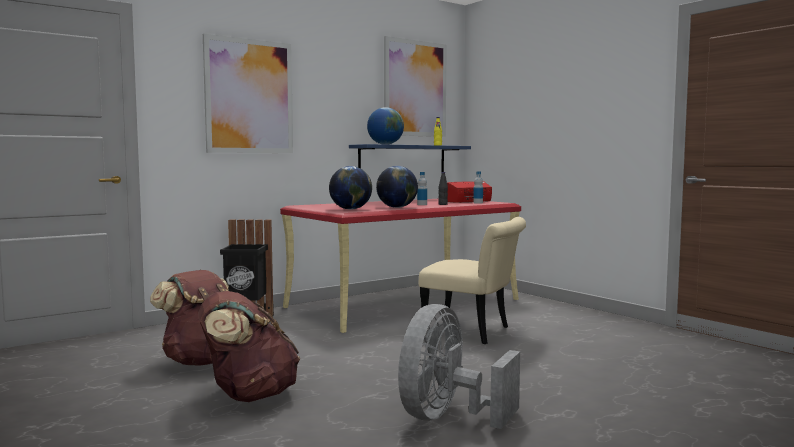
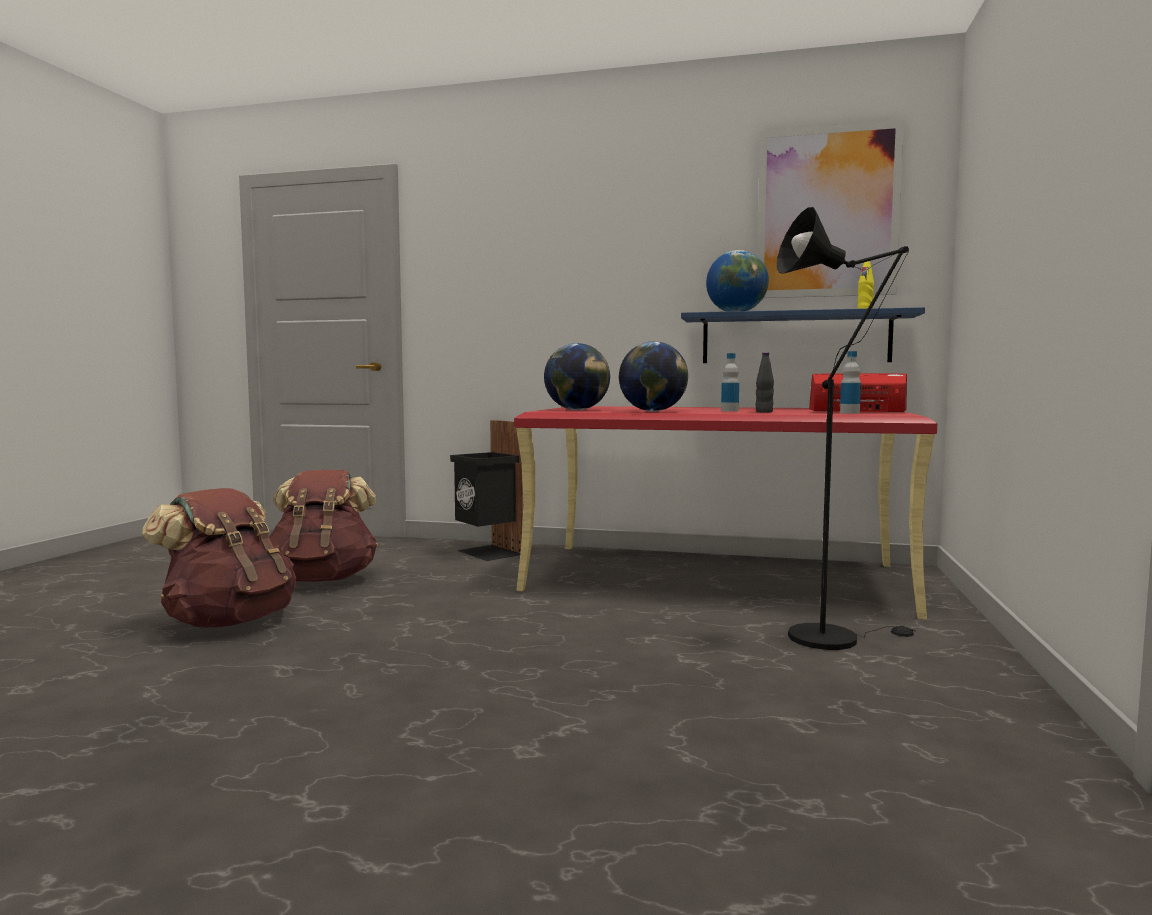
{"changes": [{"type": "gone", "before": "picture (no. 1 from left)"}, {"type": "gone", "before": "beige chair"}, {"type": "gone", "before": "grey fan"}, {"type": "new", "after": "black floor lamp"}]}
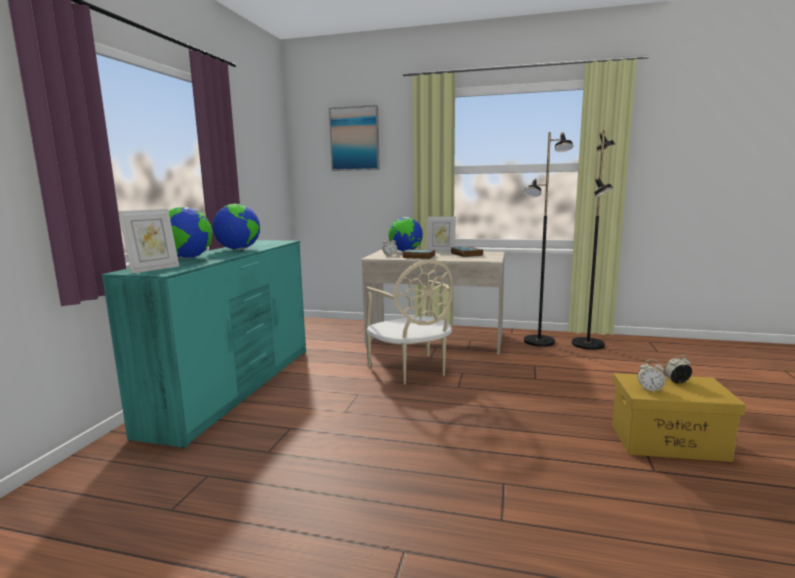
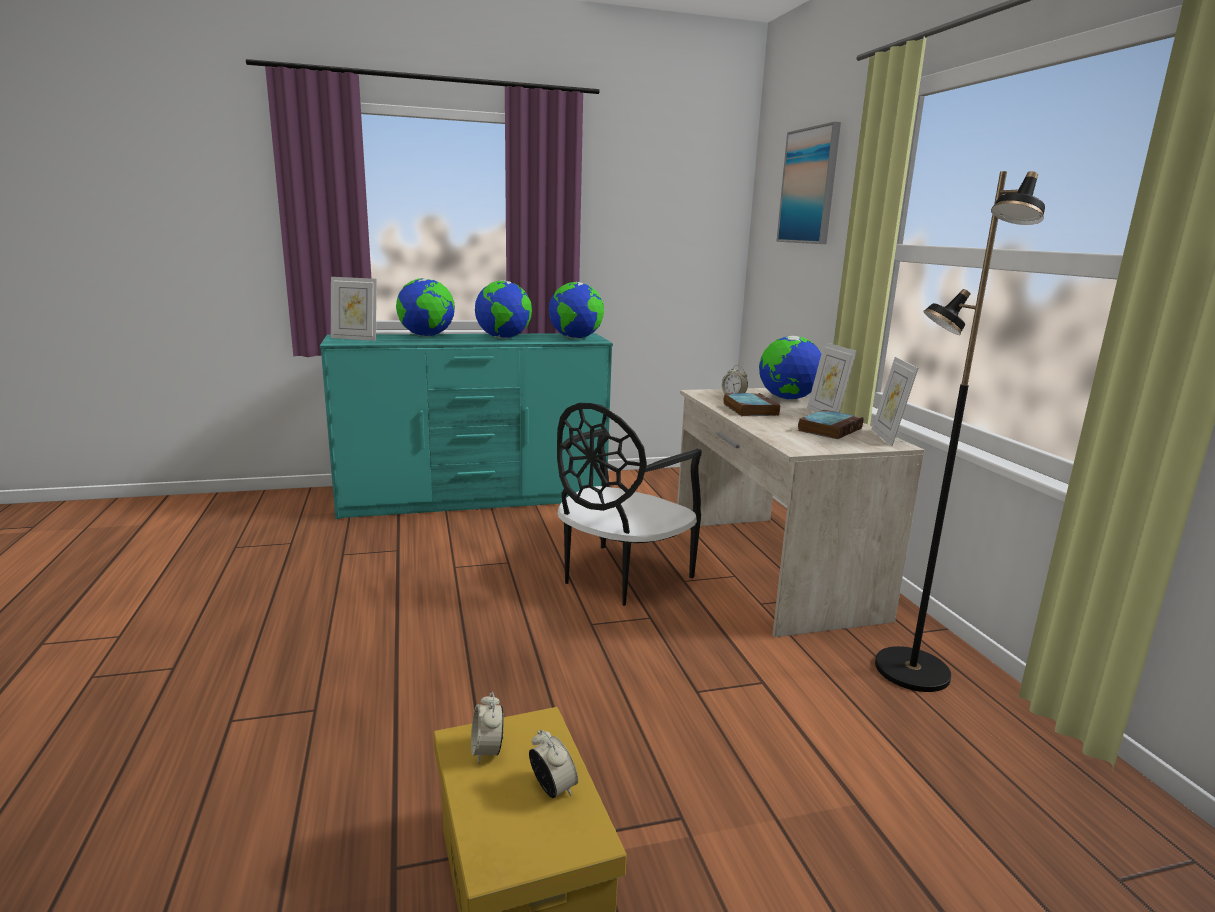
{"changes": [{"type": "gone", "before": "black floor lamp (no. 2 from left)"}, {"type": "repainted", "before": "beige chair", "after": "black chair"}, {"type": "new", "after": "globe (no. 3 from left)"}, {"type": "new", "after": "picture frame (no. 3 from left)"}]}
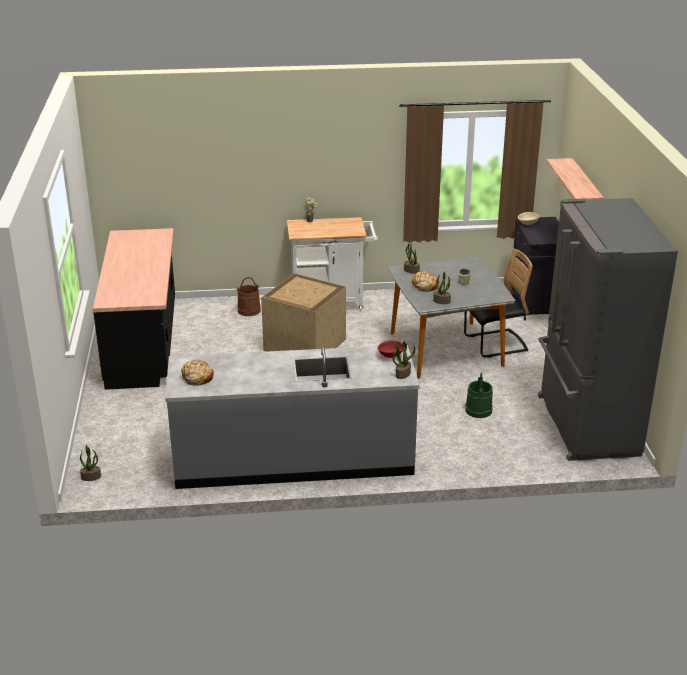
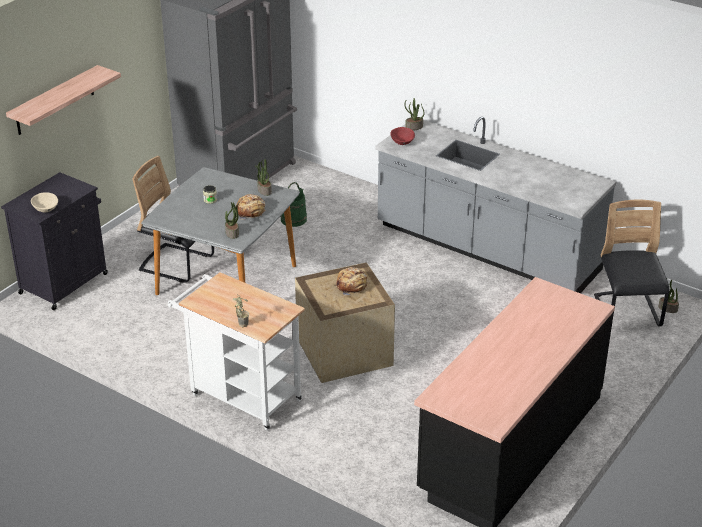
{"changes": [{"type": "gone", "before": "brown bucket"}, {"type": "shifted", "before": "bread (no. 1 from left in the first image)", "after": "bread (no. 2 from left)"}, {"type": "new", "after": "black chair (no. 2 from left)"}]}
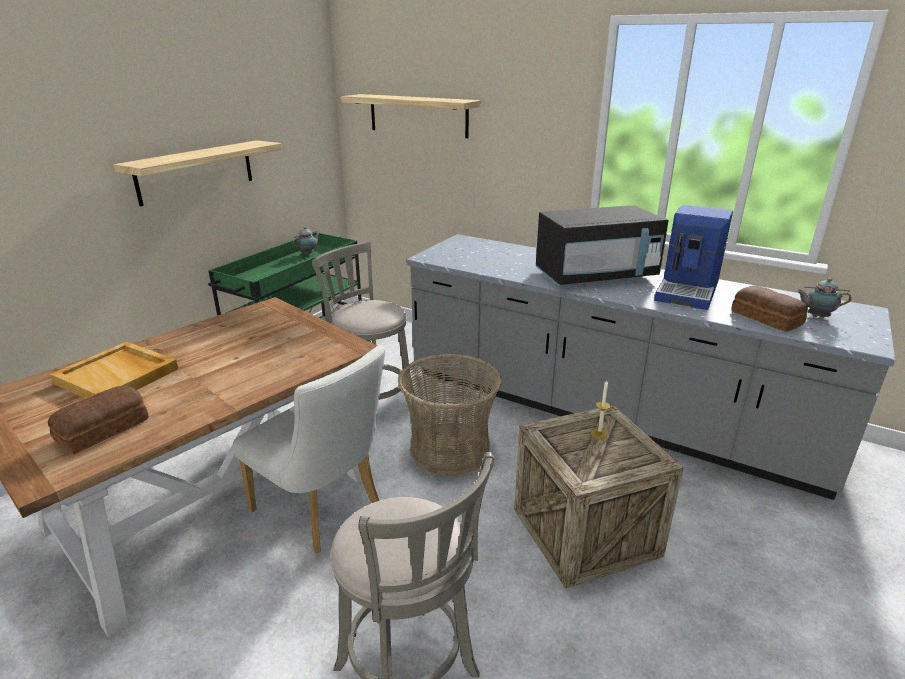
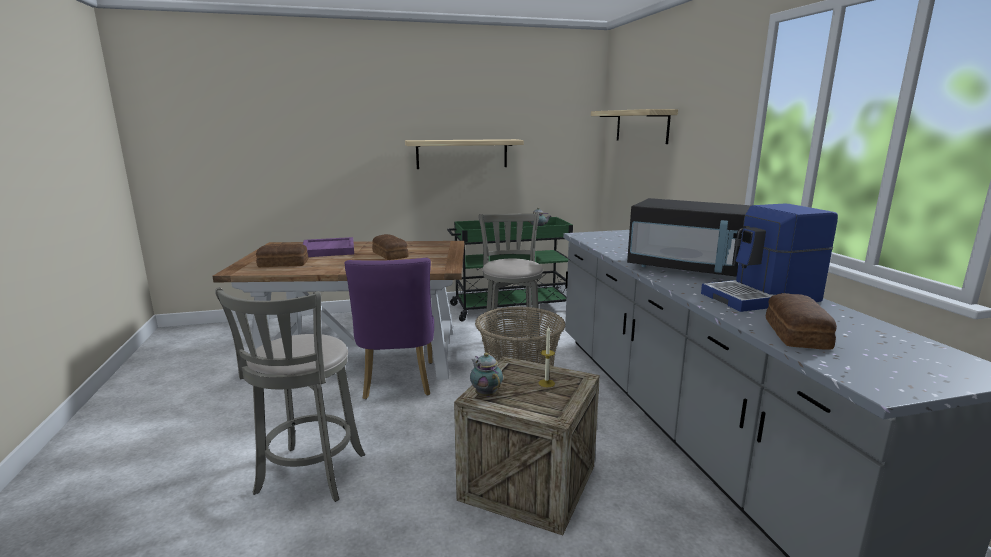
{"changes": [{"type": "shifted", "before": "teapot (no. 2 from left in the first image)", "after": "teapot (no. 1 from left)"}, {"type": "repainted", "before": "beige tray", "after": "purple tray"}, {"type": "repainted", "before": "white chair", "after": "purple chair"}, {"type": "new", "after": "bread (no. 2 from left)"}]}
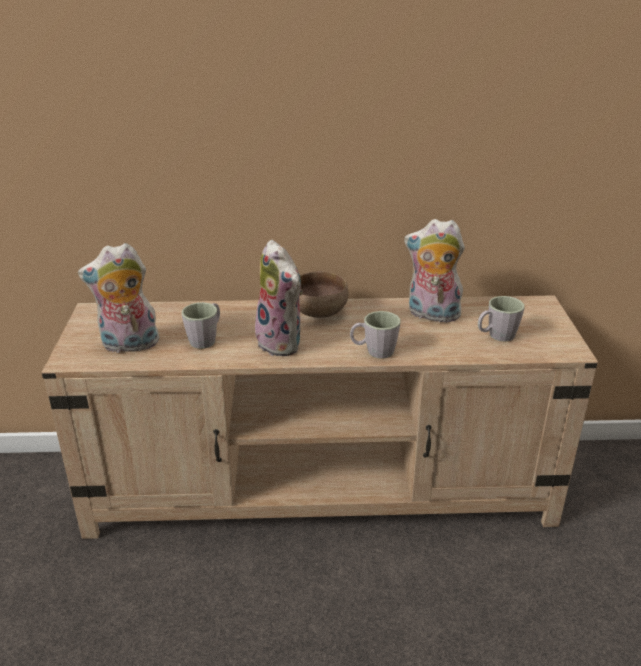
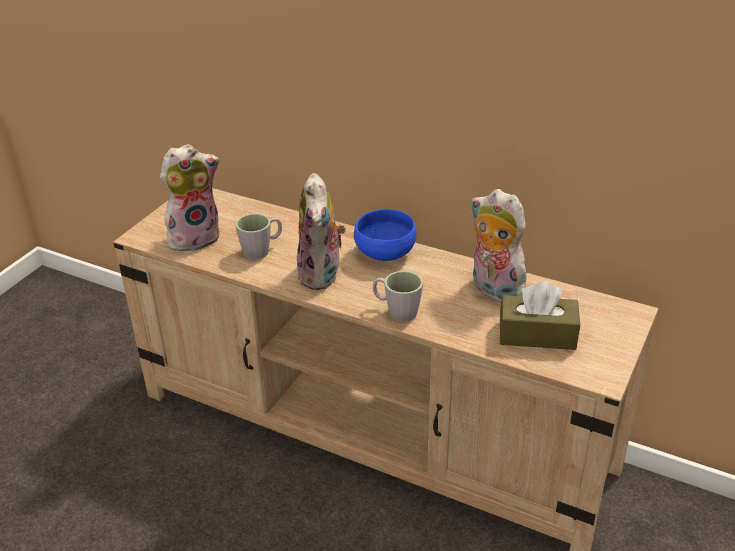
{"changes": [{"type": "rotated", "before": "plush toy (no. 1 from left)", "turn": 135}, {"type": "repainted", "before": "brown bowl", "after": "blue bowl"}, {"type": "swapped", "before": "grey mug (no. 3 from left)", "after": "brown tissue box"}]}
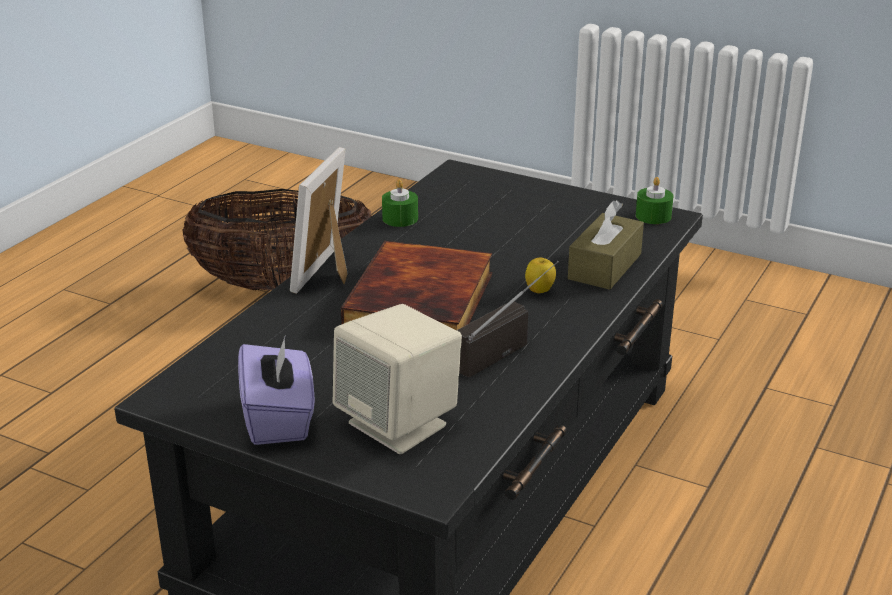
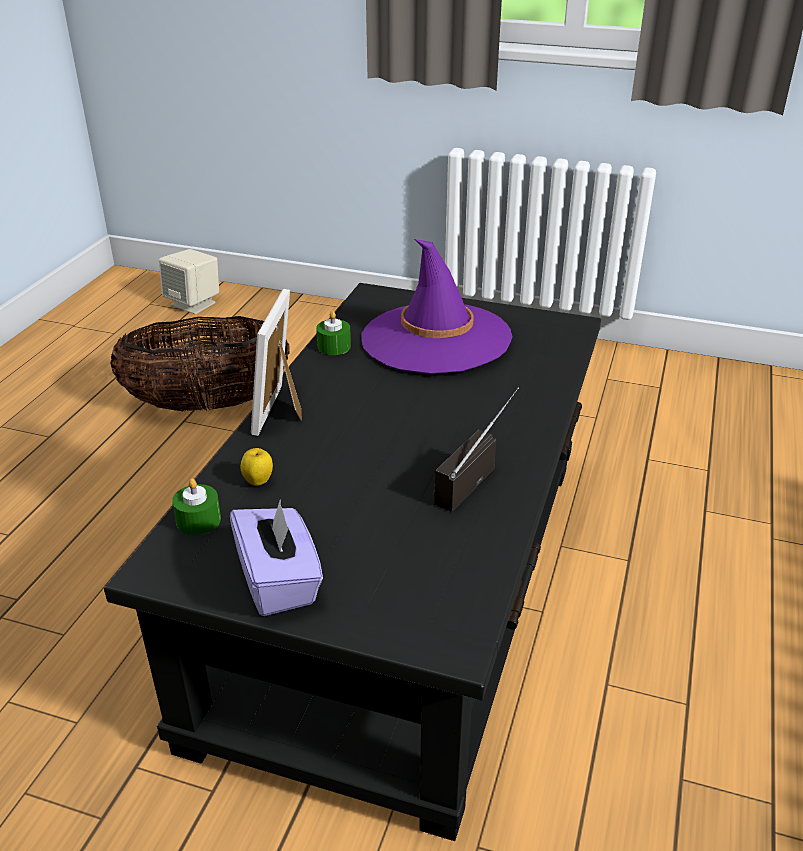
{"changes": [{"type": "shifted", "before": "green candle (no. 2 from left in the first image)", "after": "green candle (no. 1 from left)"}, {"type": "gone", "before": "brown tissue box"}, {"type": "gone", "before": "book"}, {"type": "shifted", "before": "apple"}, {"type": "shifted", "before": "beige speaker"}, {"type": "new", "after": "purple hat"}]}
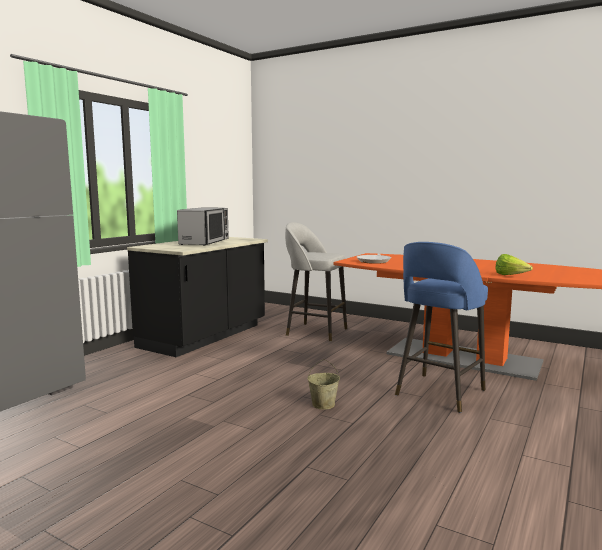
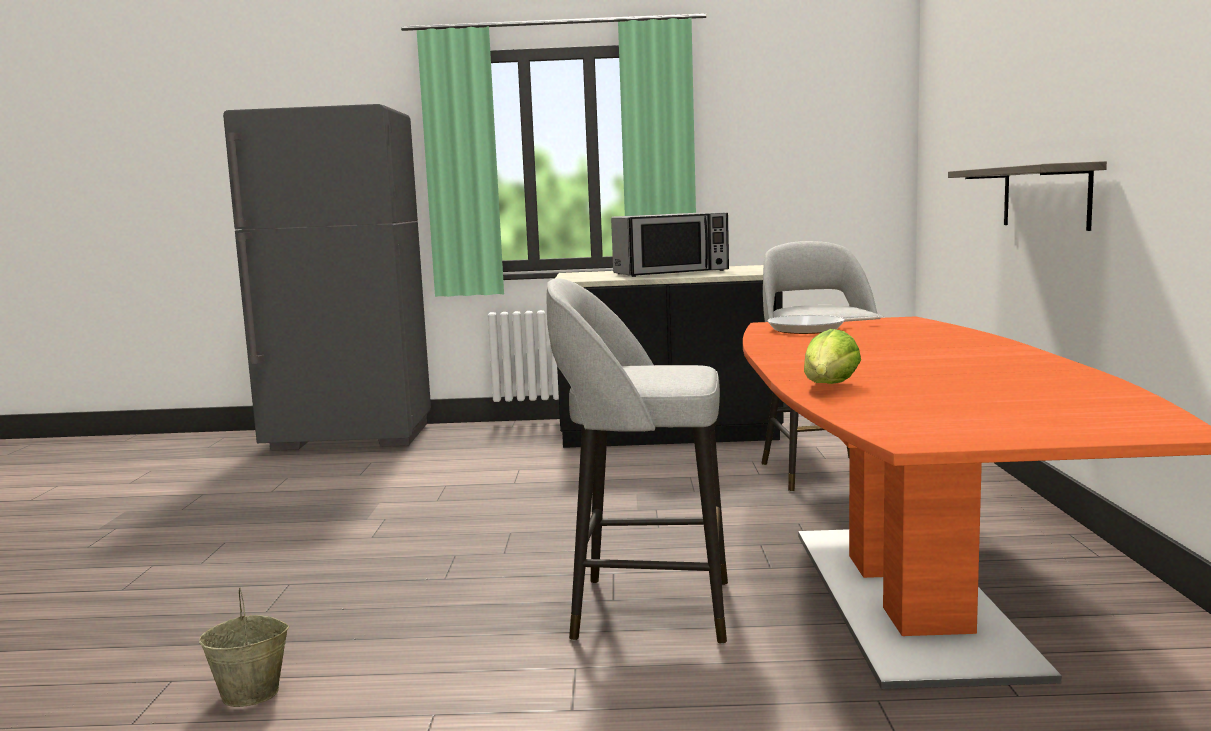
{"changes": [{"type": "repainted", "before": "blue stool", "after": "grey stool (no. 1 from left)"}, {"type": "shifted", "before": "beige bucket"}, {"type": "new", "after": "shelf"}]}
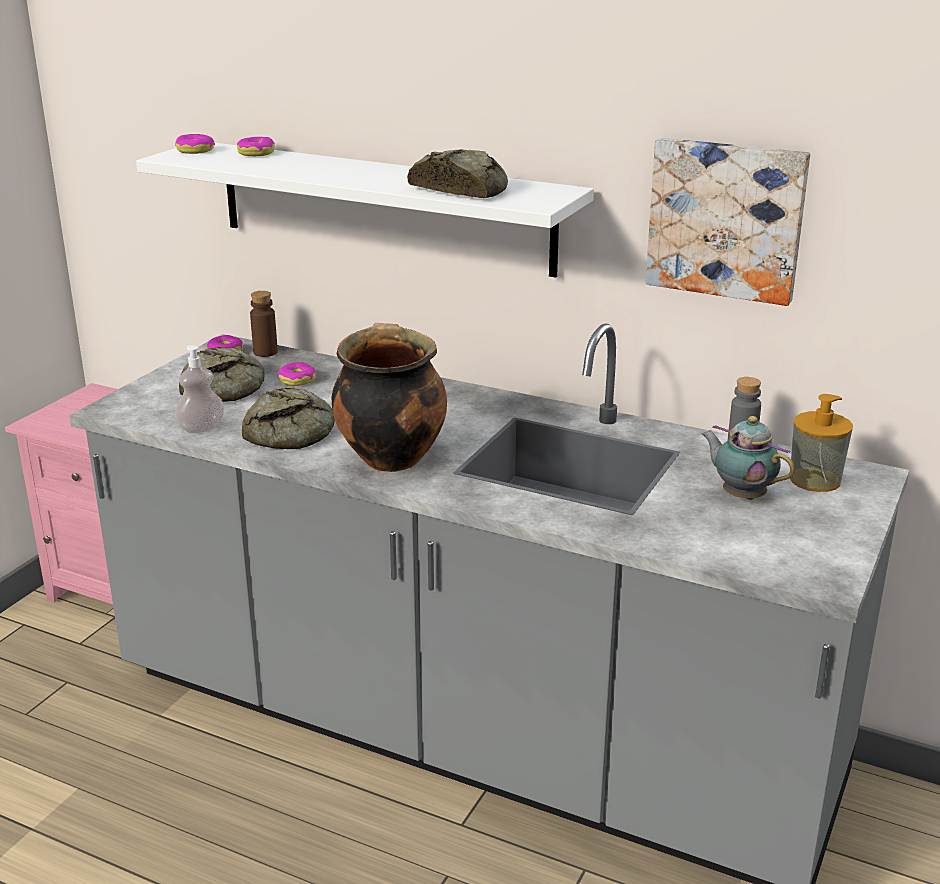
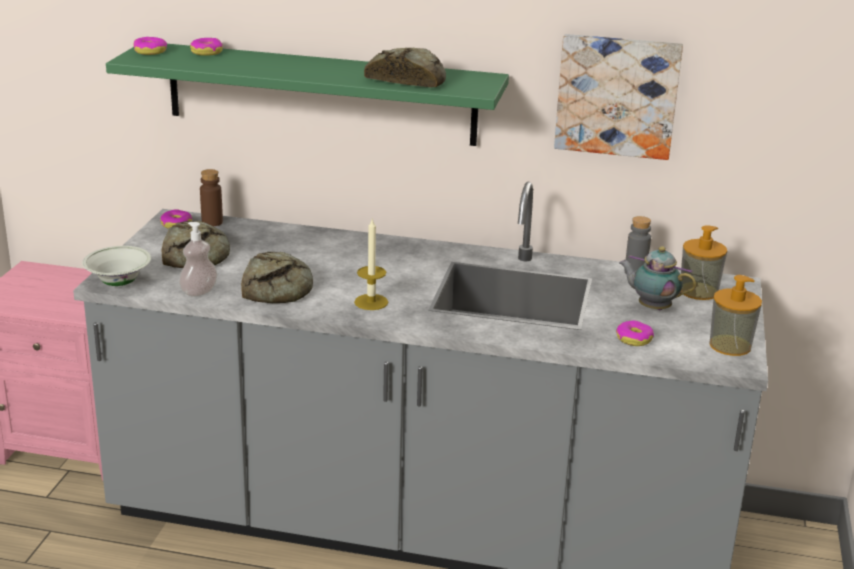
{"changes": [{"type": "repainted", "before": "white shelf", "after": "green shelf"}, {"type": "swapped", "before": "cooking pot", "after": "candle"}, {"type": "shifted", "before": "donut (no. 4 from left)"}, {"type": "new", "after": "white bowl"}, {"type": "new", "after": "soap dispenser (no. 3 from left)"}]}
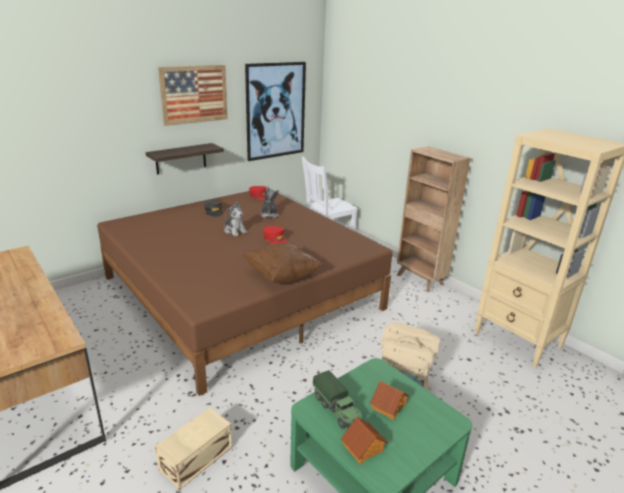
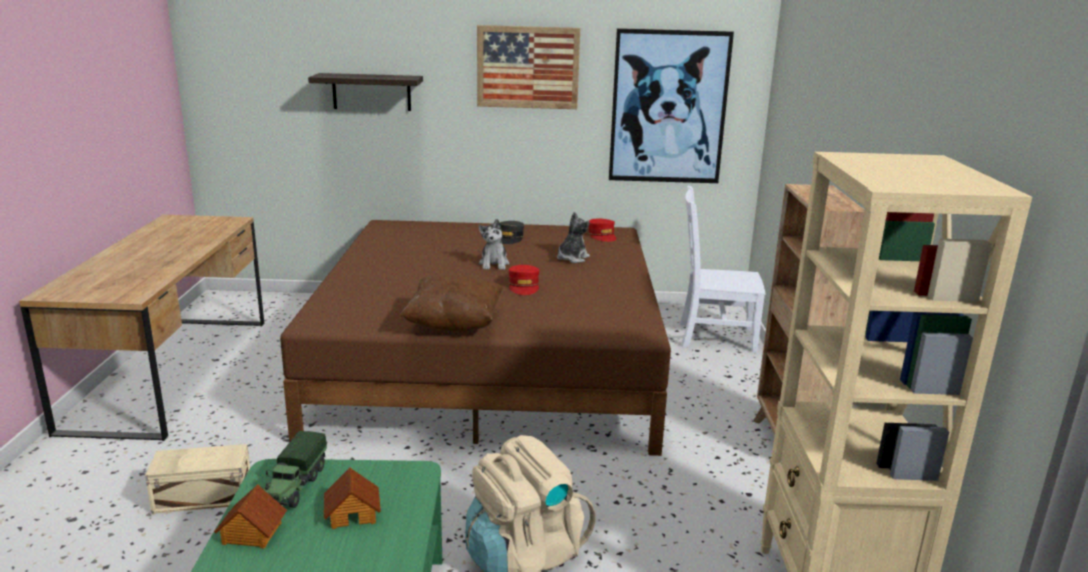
{"changes": [{"type": "shifted", "before": "shelf"}]}
